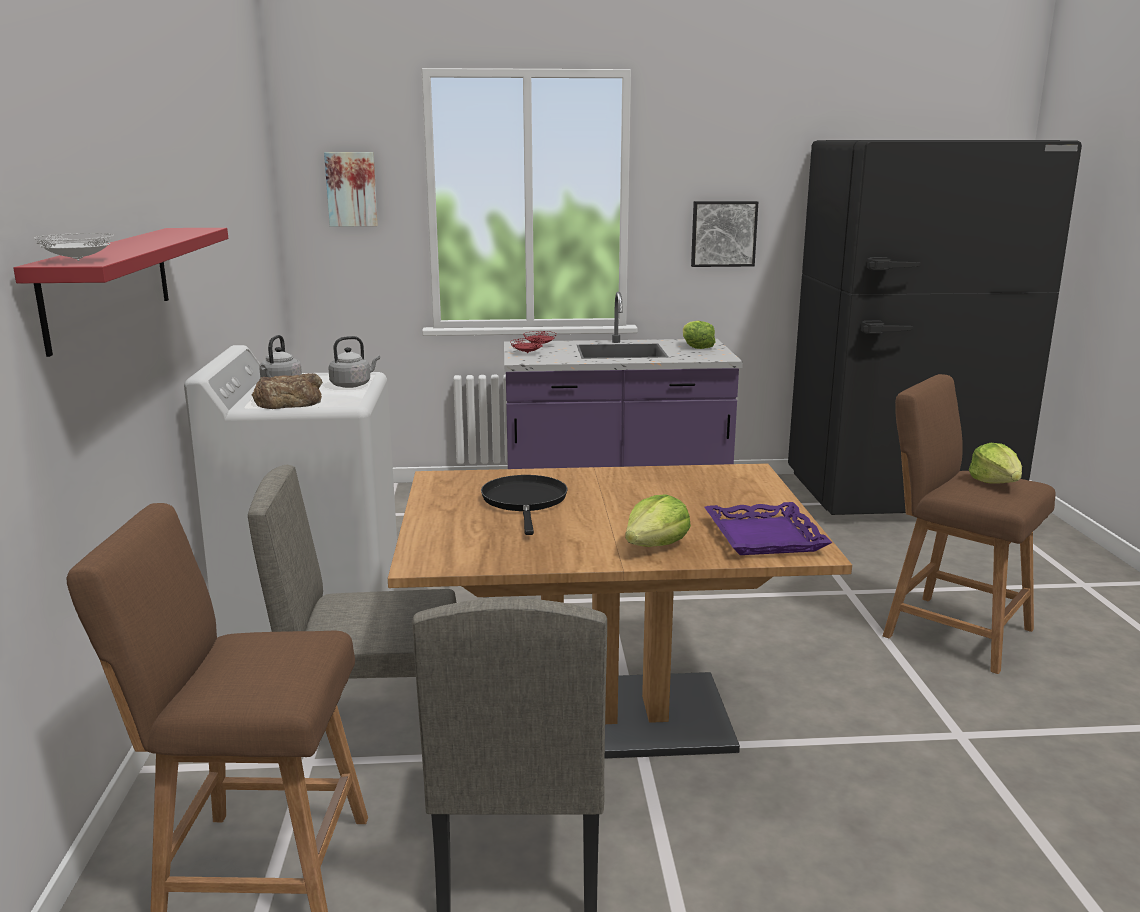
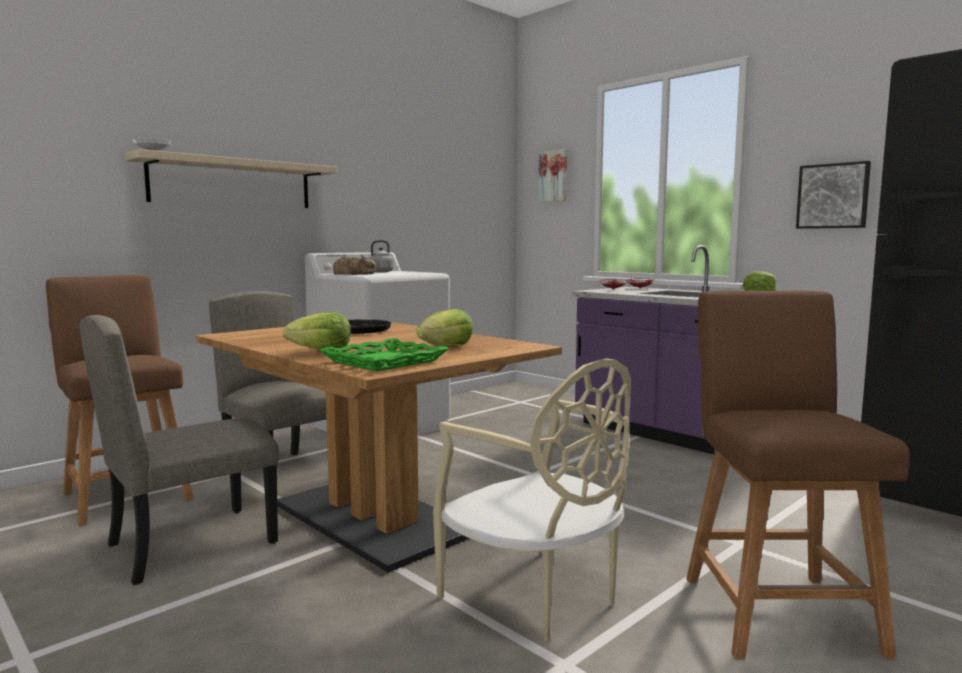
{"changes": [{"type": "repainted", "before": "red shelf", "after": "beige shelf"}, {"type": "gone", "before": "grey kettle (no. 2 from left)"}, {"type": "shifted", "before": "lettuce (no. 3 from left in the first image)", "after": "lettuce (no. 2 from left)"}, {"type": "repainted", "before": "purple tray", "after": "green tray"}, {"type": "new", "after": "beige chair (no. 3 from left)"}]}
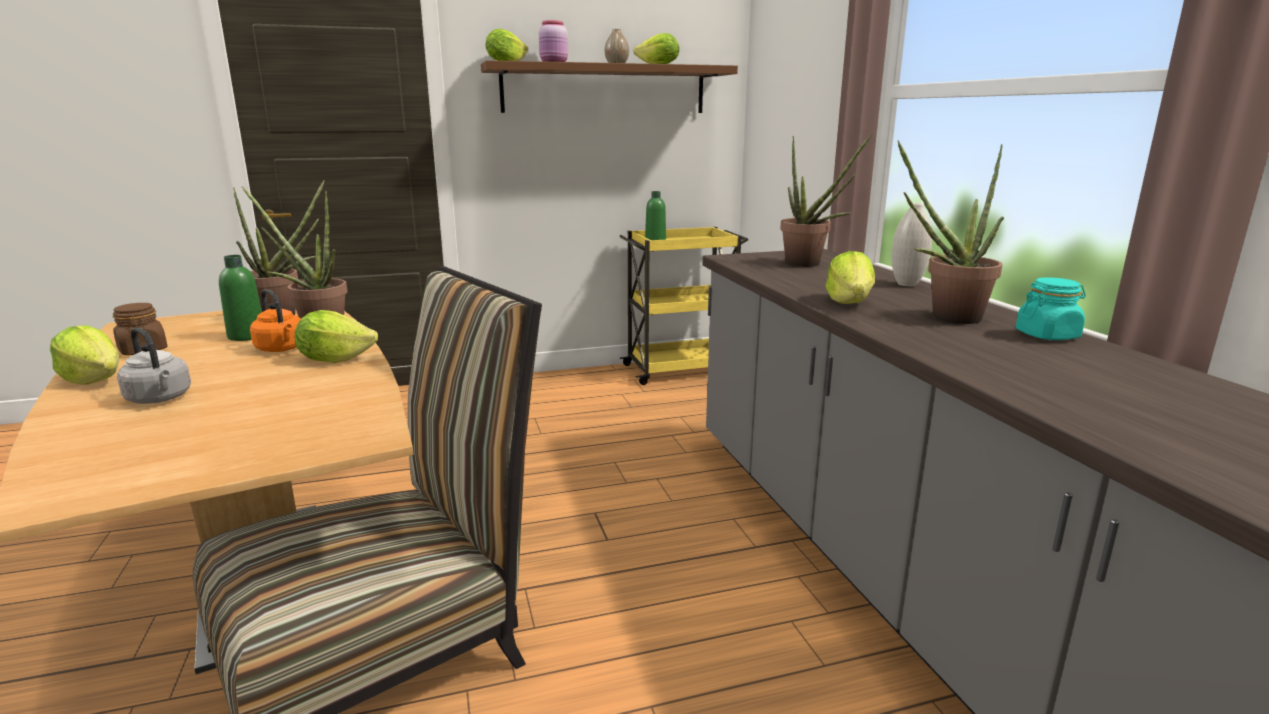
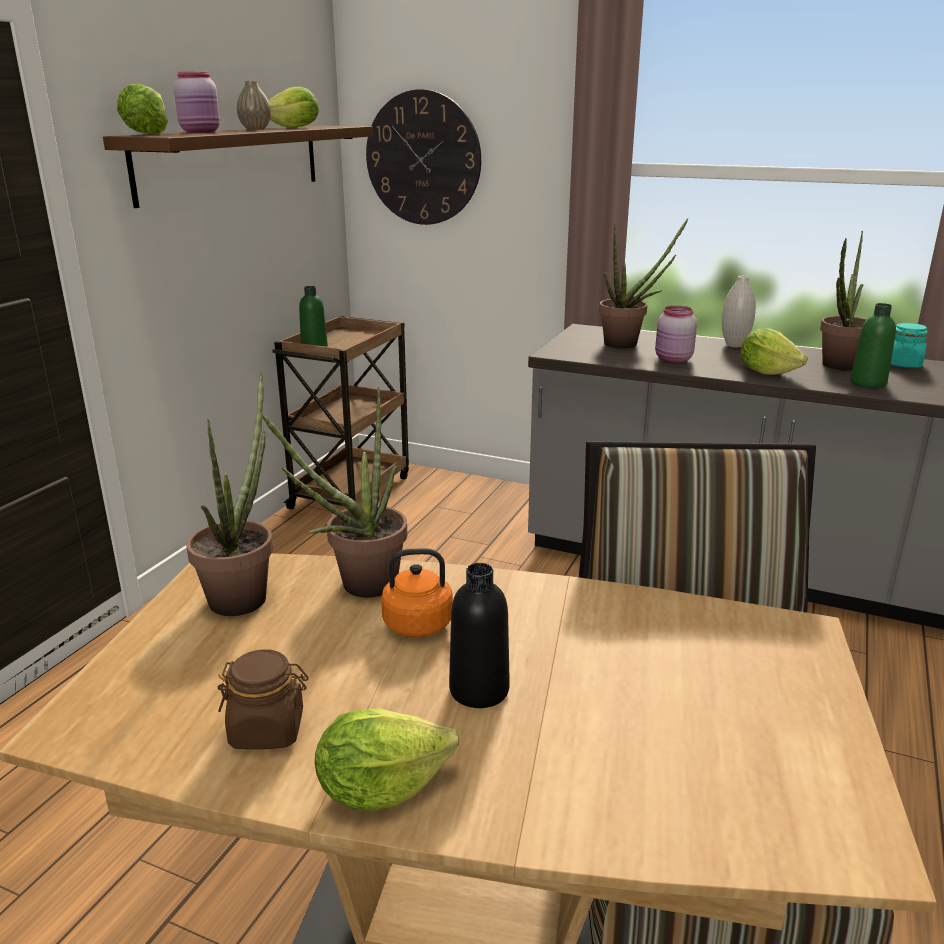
{"changes": [{"type": "repainted", "before": "yellow cart", "after": "brown cart"}, {"type": "shifted", "before": "green bottle (no. 1 from left in the first image)", "after": "green bottle (no. 2 from left)"}, {"type": "gone", "before": "lettuce (no. 2 from left)"}, {"type": "gone", "before": "grey kettle"}, {"type": "new", "after": "wall clock"}, {"type": "new", "after": "pink jar (no. 2 from left)"}, {"type": "new", "after": "black bottle"}]}
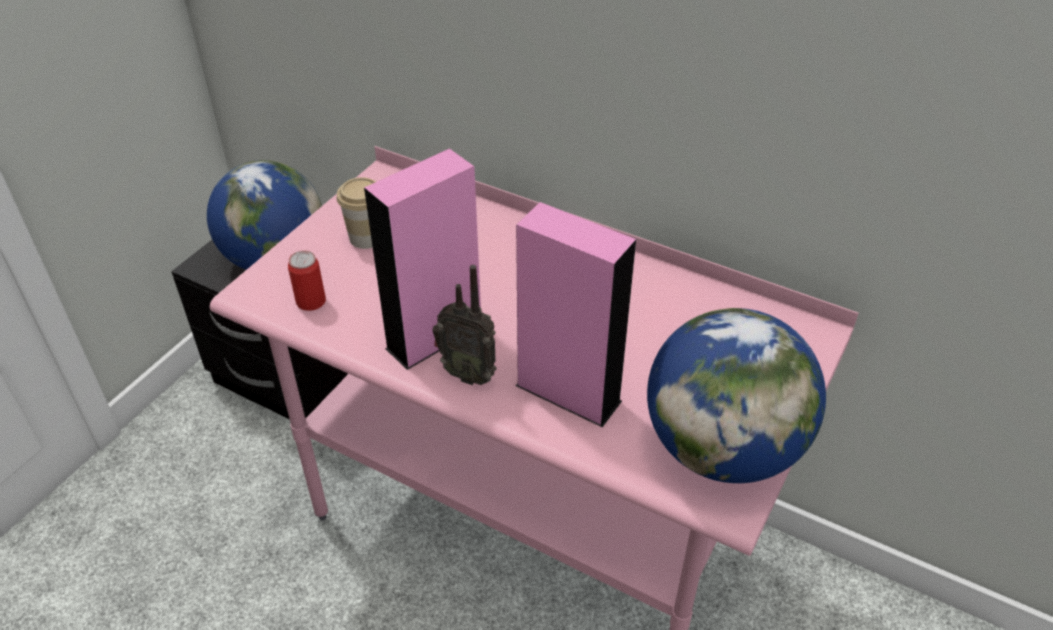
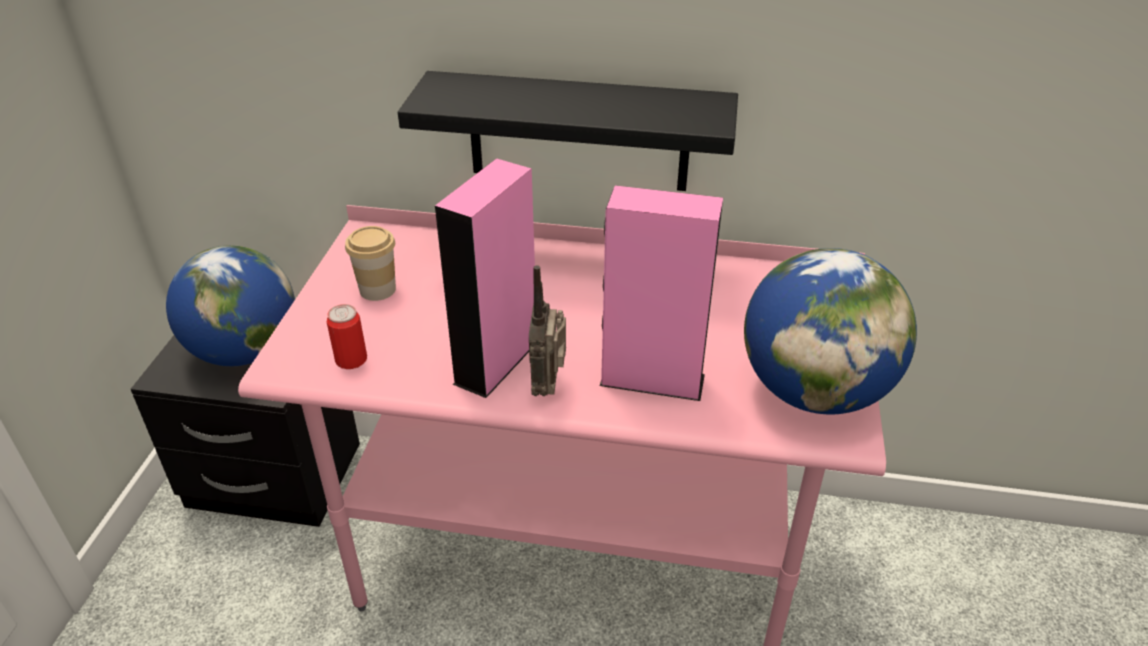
{"changes": [{"type": "rotated", "before": "radio", "turn": 90}, {"type": "new", "after": "black shelf"}]}
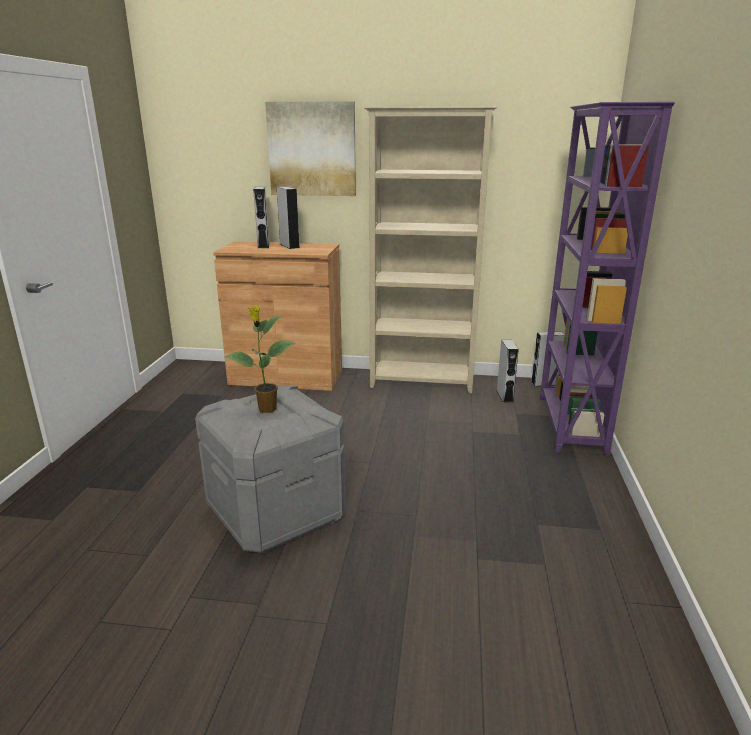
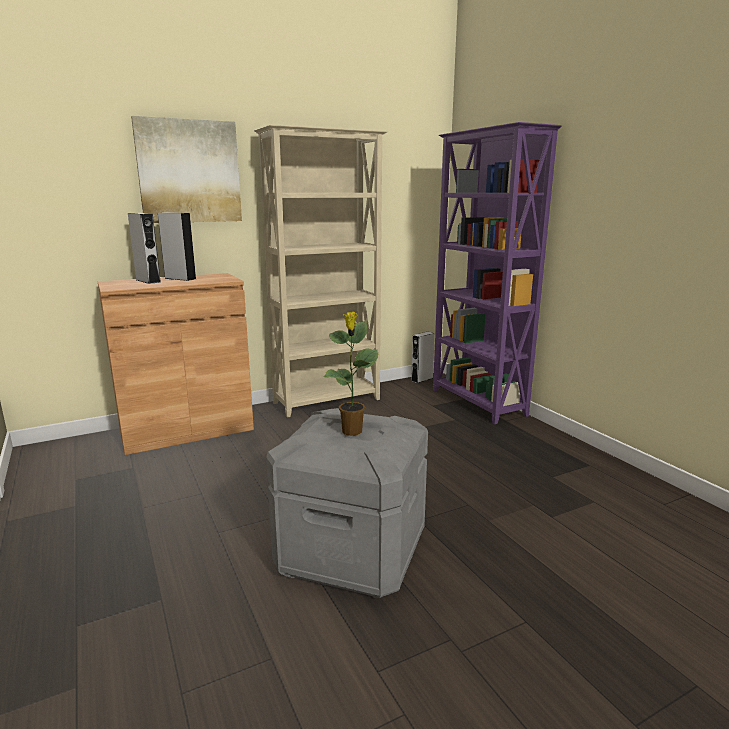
{"changes": [{"type": "gone", "before": "grey speaker (no. 3 from left)"}]}
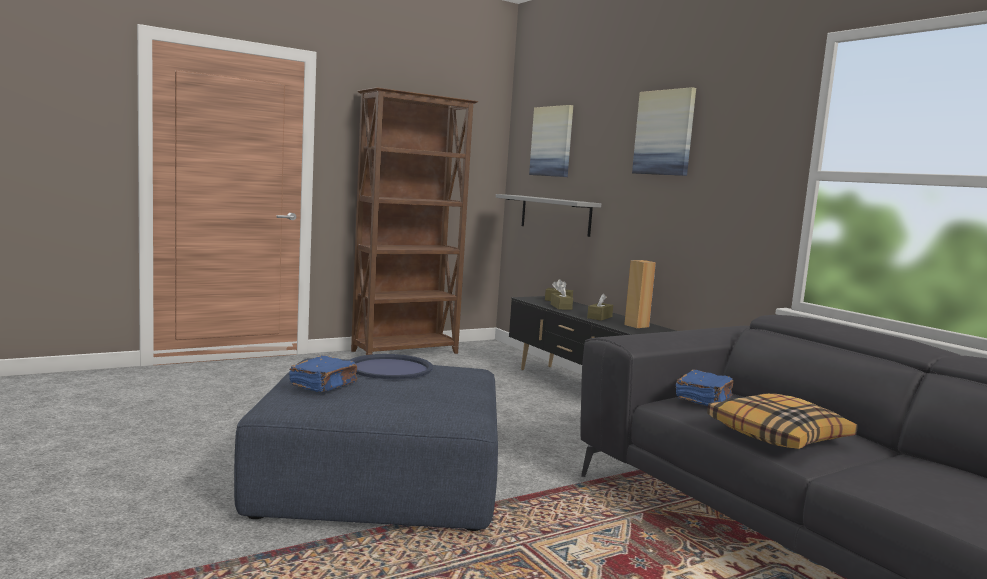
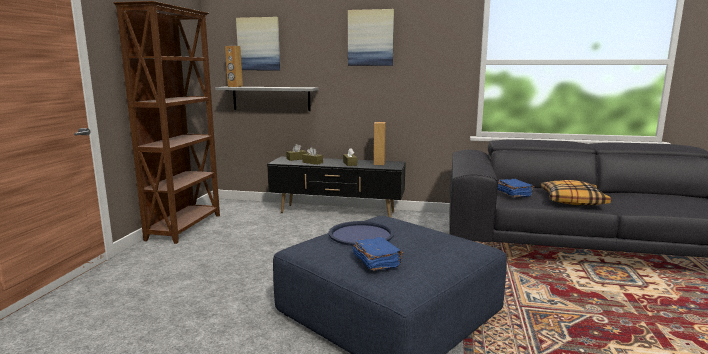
{"changes": [{"type": "new", "after": "brown speaker (no. 1 from left)"}]}
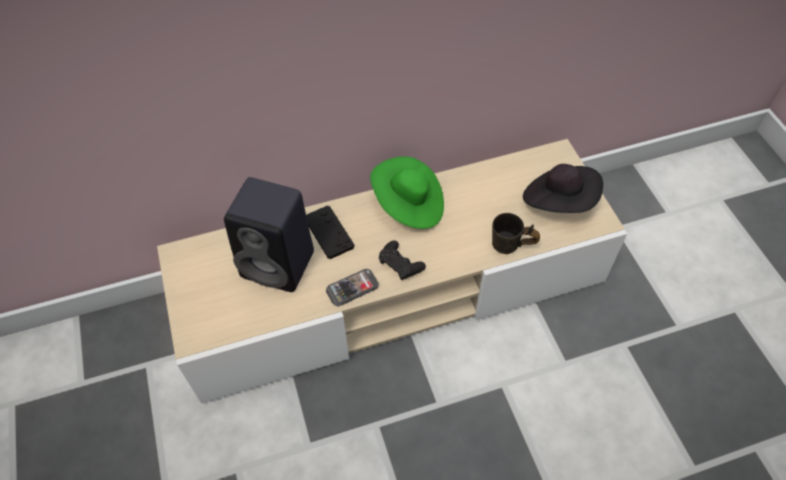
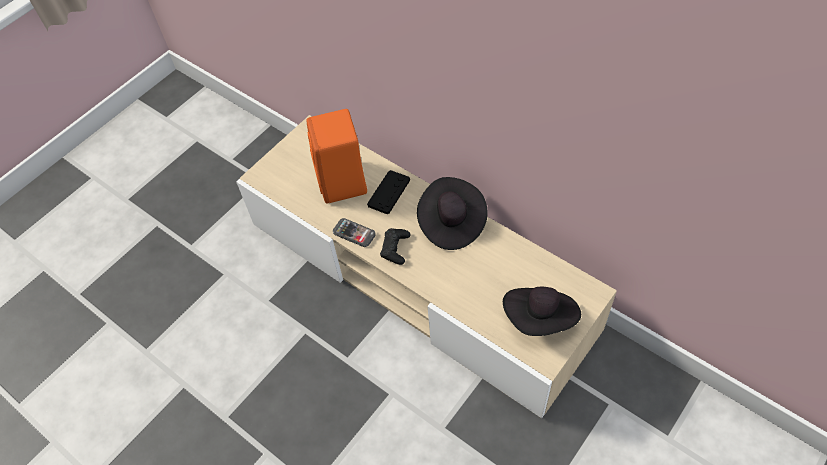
{"changes": [{"type": "repainted", "before": "green hat", "after": "black hat (no. 1 from left)"}, {"type": "repainted", "before": "black speaker", "after": "orange speaker"}, {"type": "gone", "before": "grey mug"}]}
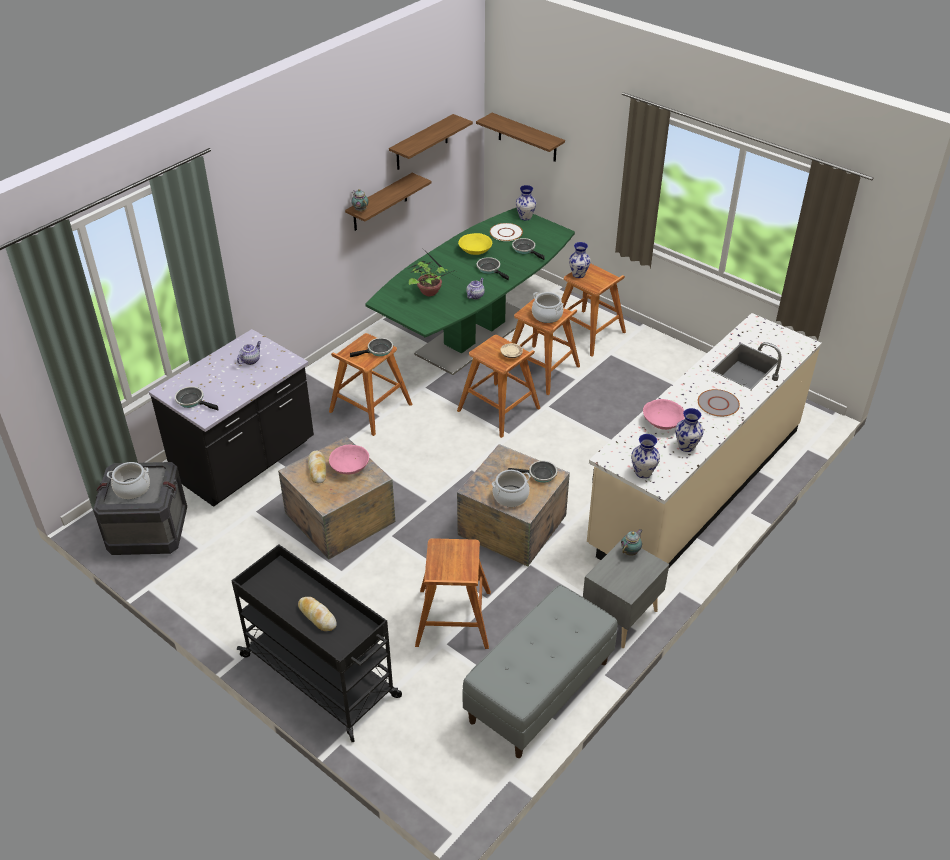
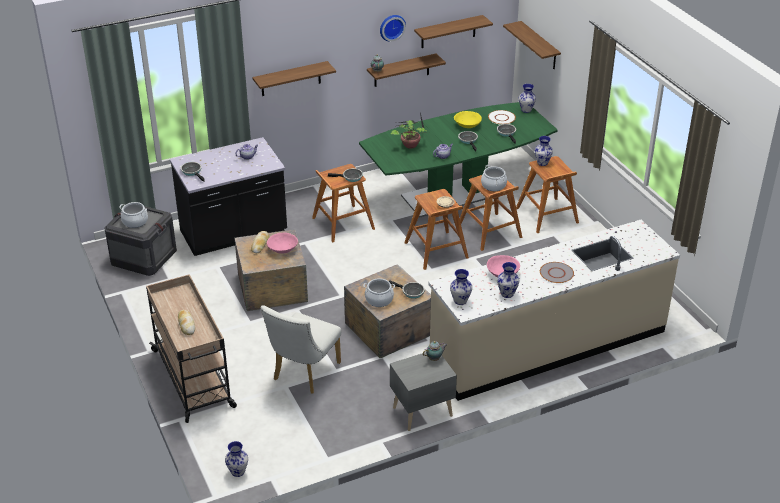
{"changes": [{"type": "swapped", "before": "brown stool (no. 2 from left)", "after": "white chair"}, {"type": "repainted", "before": "black cart", "after": "beige cart"}, {"type": "gone", "before": "grey bench"}, {"type": "new", "after": "wall clock"}, {"type": "new", "after": "shelf (no. 1 from left)"}, {"type": "new", "after": "vase (no. 1 from left)"}]}
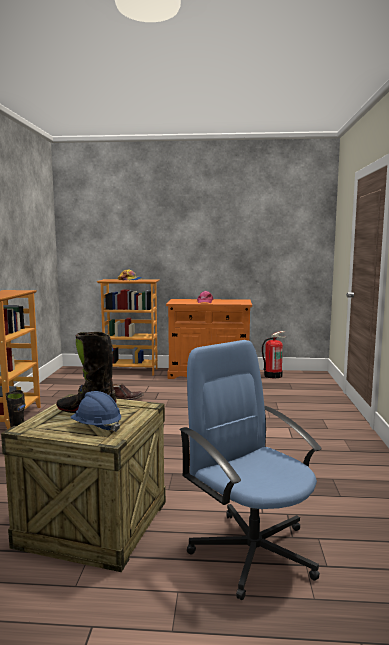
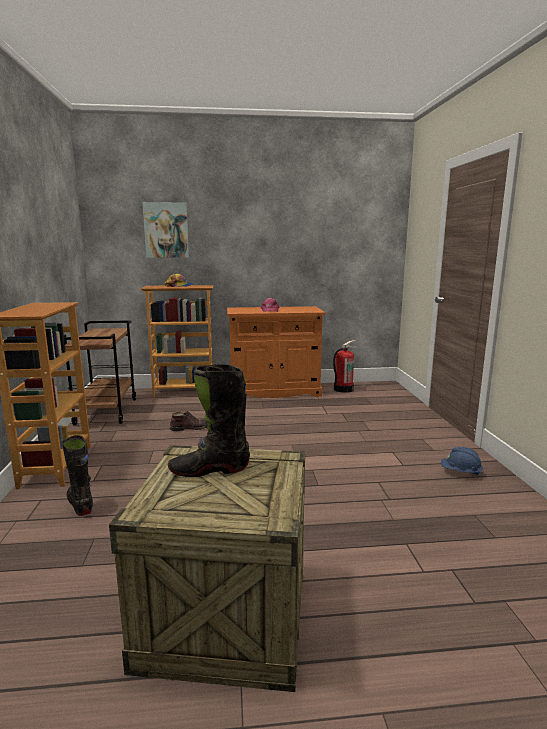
{"changes": [{"type": "gone", "before": "blue office chair"}, {"type": "shifted", "before": "blue hard hat"}, {"type": "new", "after": "picture"}, {"type": "new", "after": "brown cart"}]}
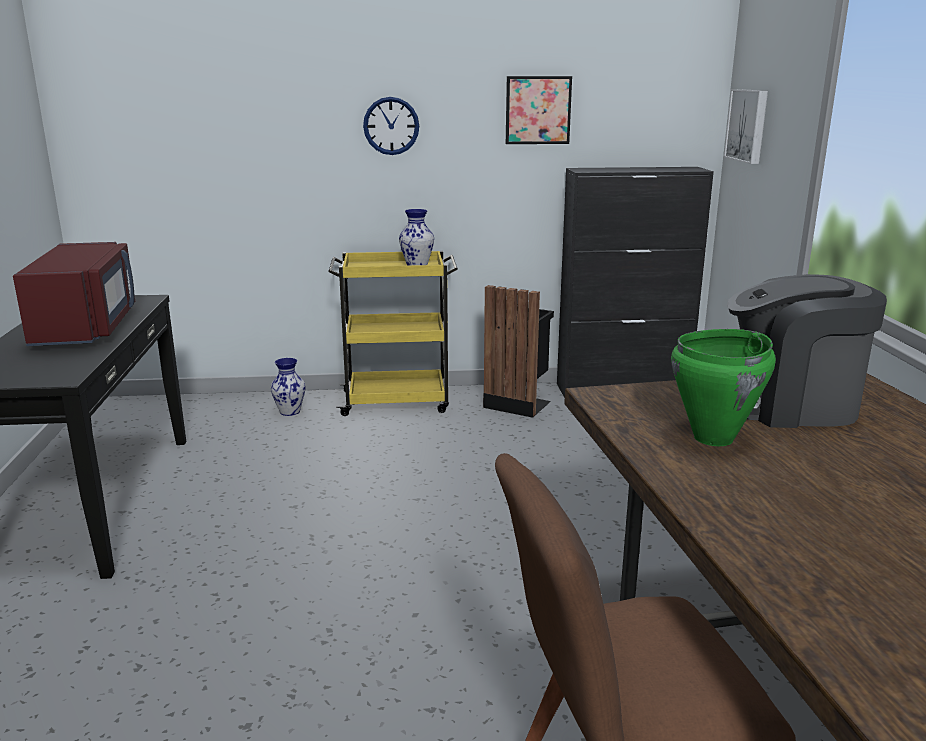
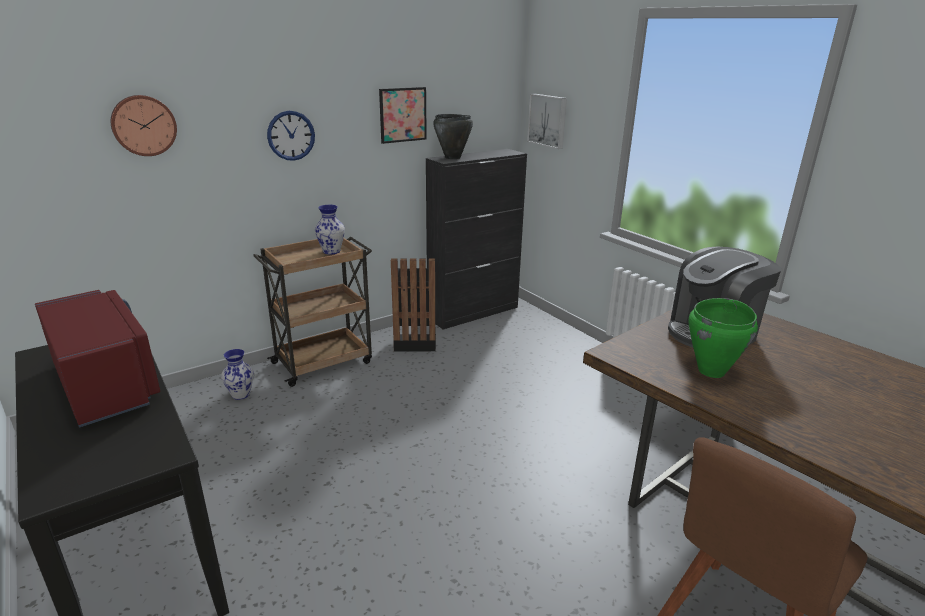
{"changes": [{"type": "repainted", "before": "yellow cart", "after": "brown cart"}, {"type": "new", "after": "wall clock (no. 1 from left)"}, {"type": "new", "after": "black cooking pot"}]}
